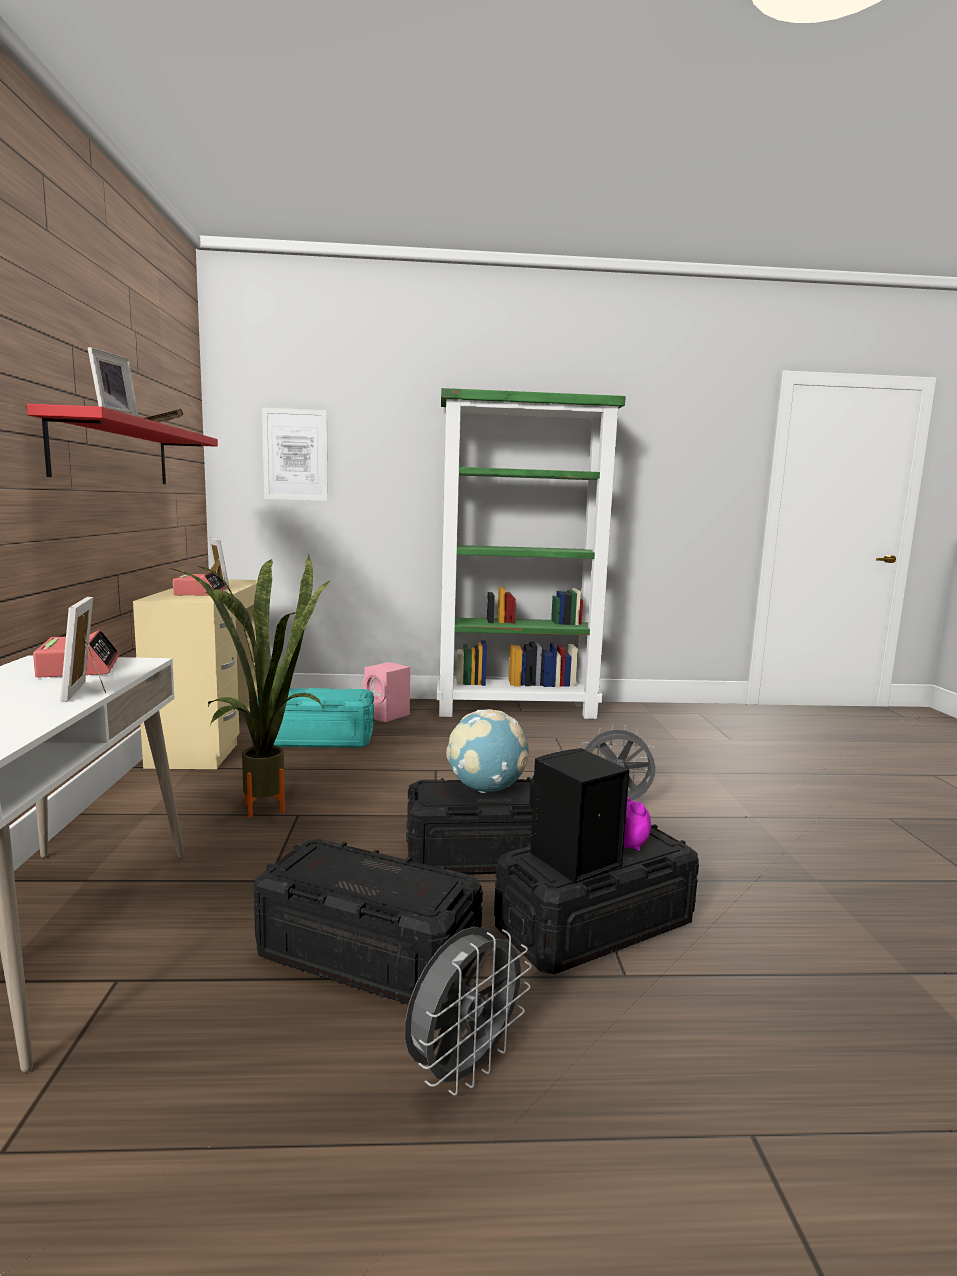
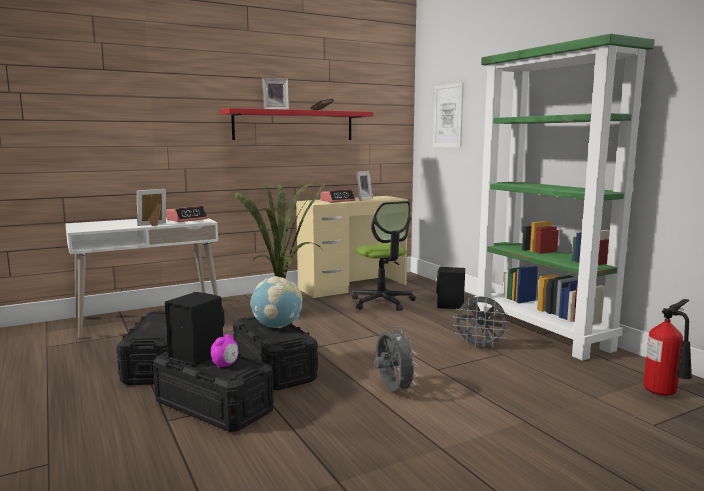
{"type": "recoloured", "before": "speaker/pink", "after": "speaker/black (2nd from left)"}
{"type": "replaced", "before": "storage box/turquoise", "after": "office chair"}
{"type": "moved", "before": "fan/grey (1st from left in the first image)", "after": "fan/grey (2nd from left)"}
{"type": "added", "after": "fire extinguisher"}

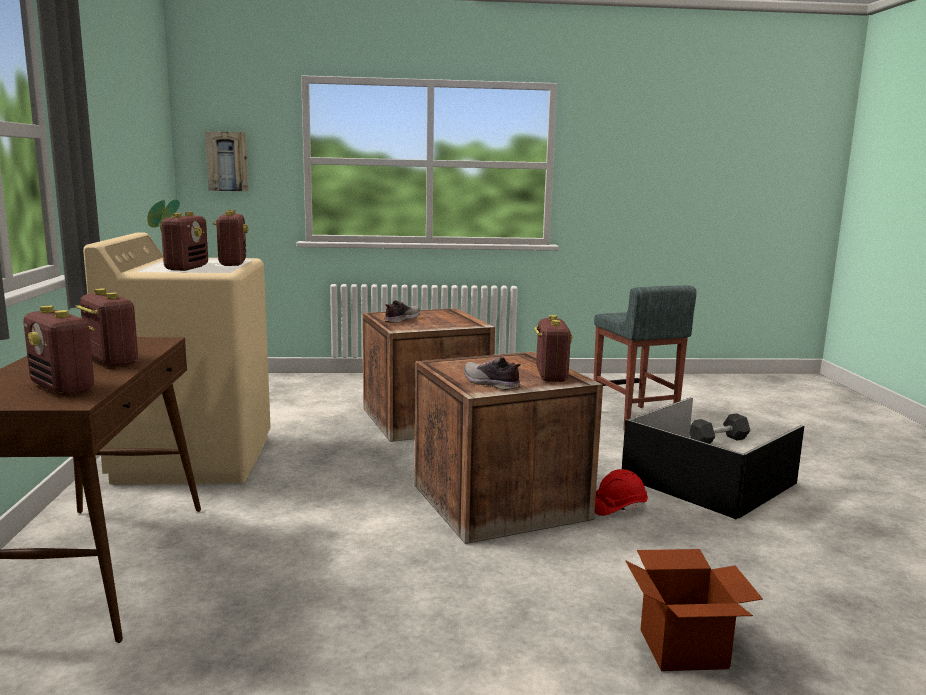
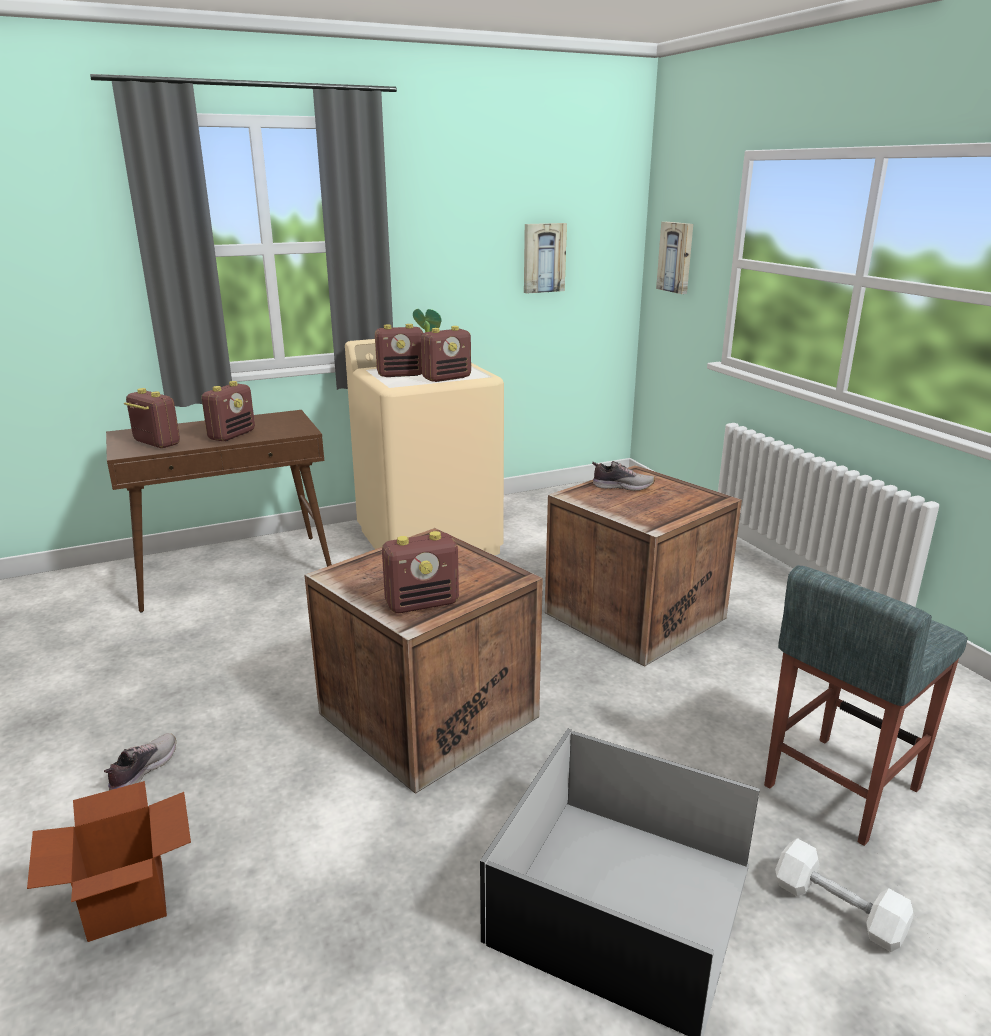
{"type": "turned", "before": "radio (1st from left)", "turn": 105}
{"type": "moved", "before": "shoe (2nd from left in the first image)", "after": "shoe (1st from left)"}
{"type": "recoloured", "before": "dumbbell/black", "after": "dumbbell/white"}
{"type": "removed", "before": "hard hat/red"}
{"type": "added", "after": "picture (1st from left)"}

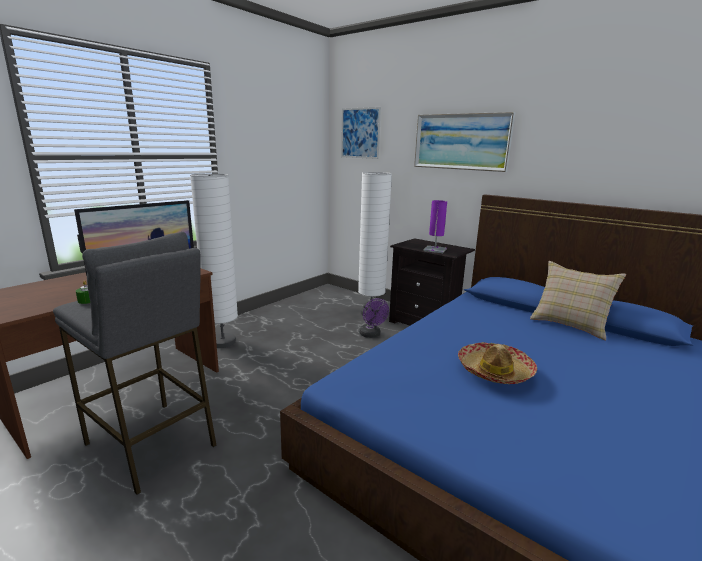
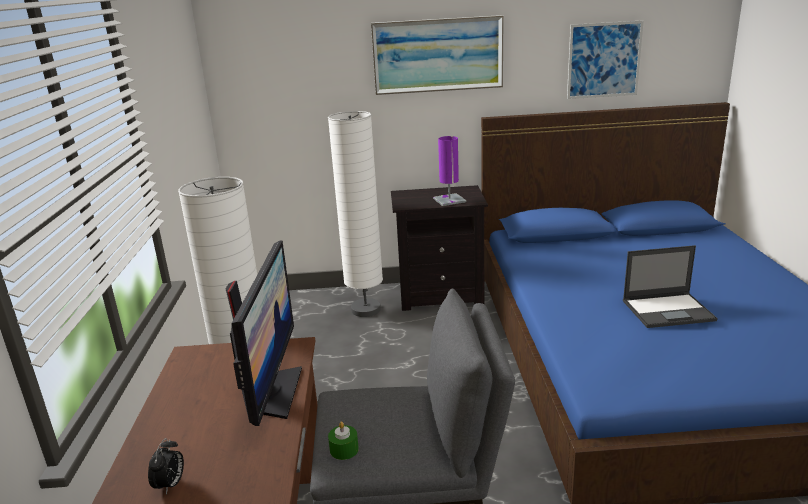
{"type": "moved", "before": "picture (1st from left in the first image)", "after": "picture (2nd from left)"}
{"type": "removed", "before": "pillow/beige"}
{"type": "removed", "before": "fan/purple"}
{"type": "replaced", "before": "hat", "after": "laptop"}
{"type": "added", "after": "alarm clock"}

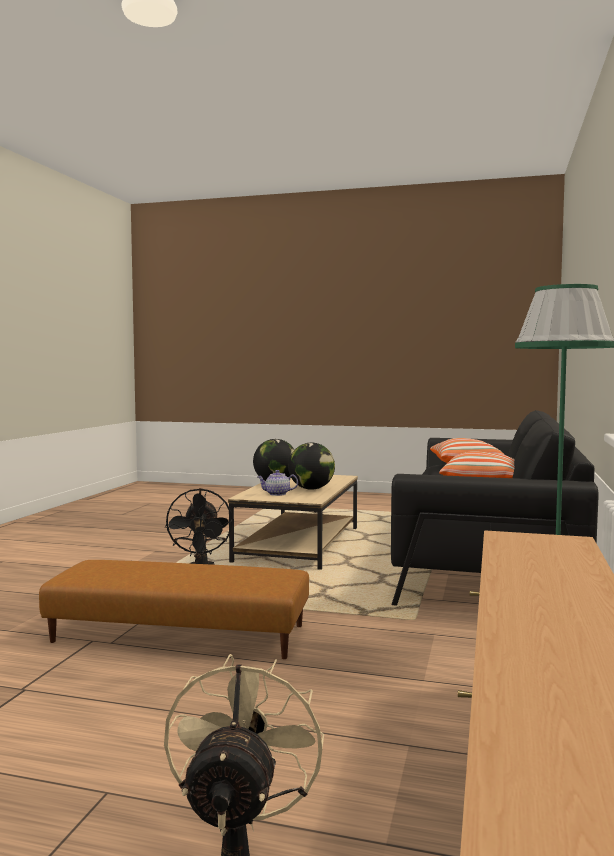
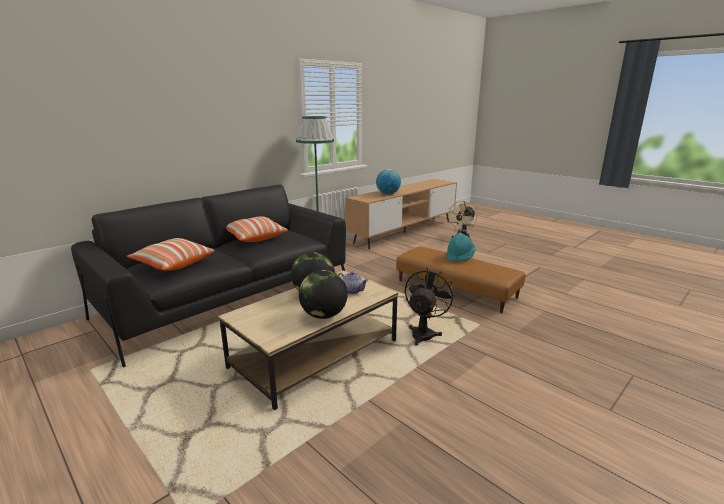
{"type": "added", "after": "globe (3rd from left)"}
{"type": "added", "after": "hat/turquoise"}

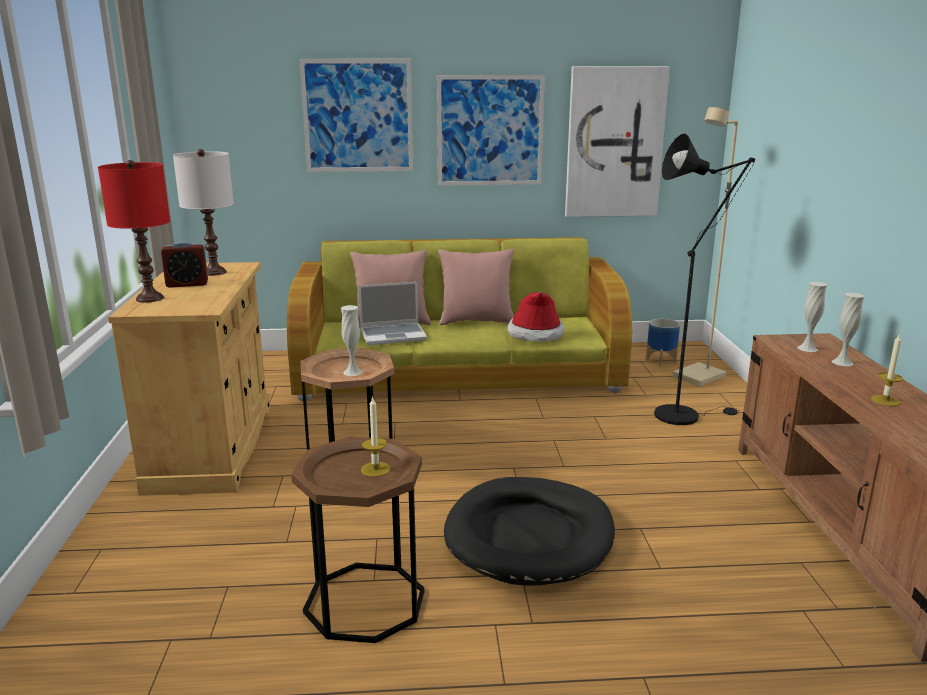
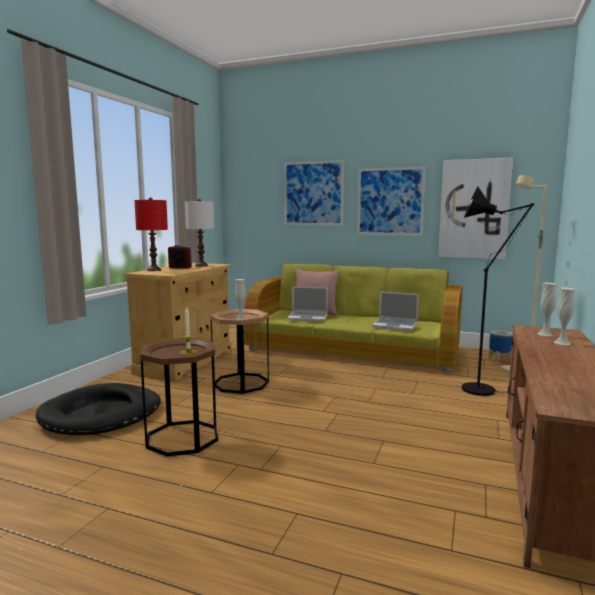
{"type": "removed", "before": "pillow/pink (2nd from left)"}
{"type": "replaced", "before": "hat", "after": "laptop (2nd from left)"}
{"type": "removed", "before": "candle (2nd from left)"}
{"type": "moved", "before": "dog bed/black"}

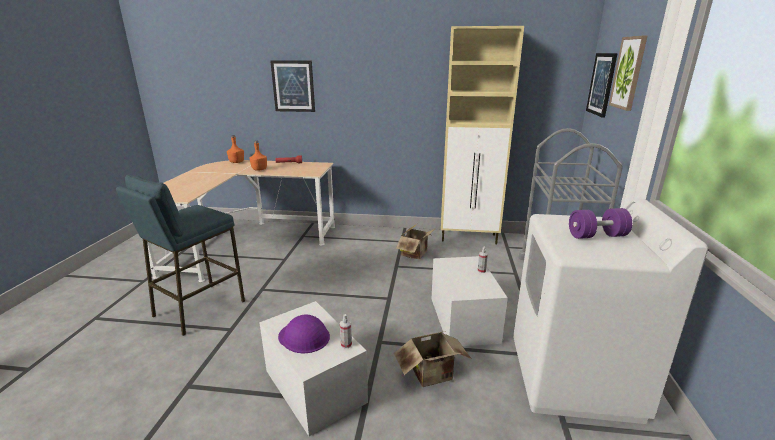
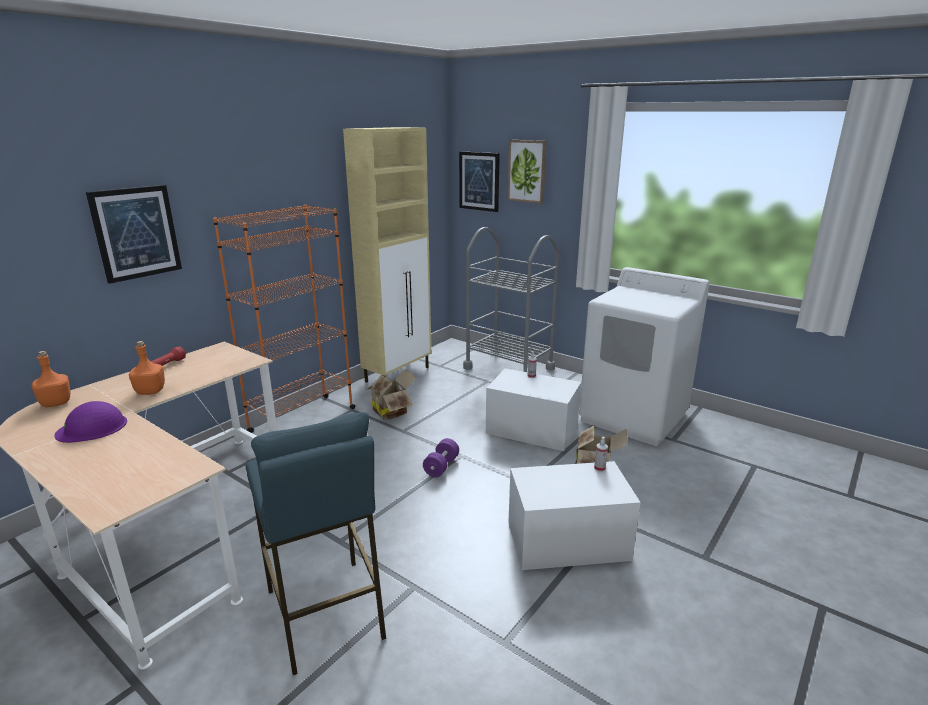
{"type": "moved", "before": "dumbbell/purple"}
{"type": "moved", "before": "hard hat/purple"}
{"type": "added", "after": "bookcase/orange"}

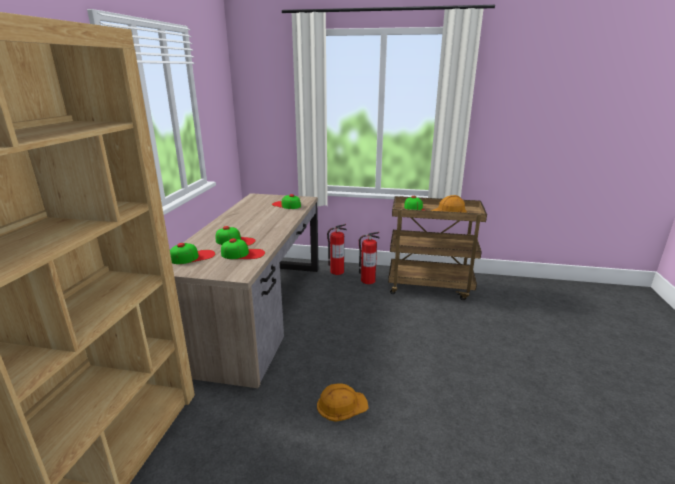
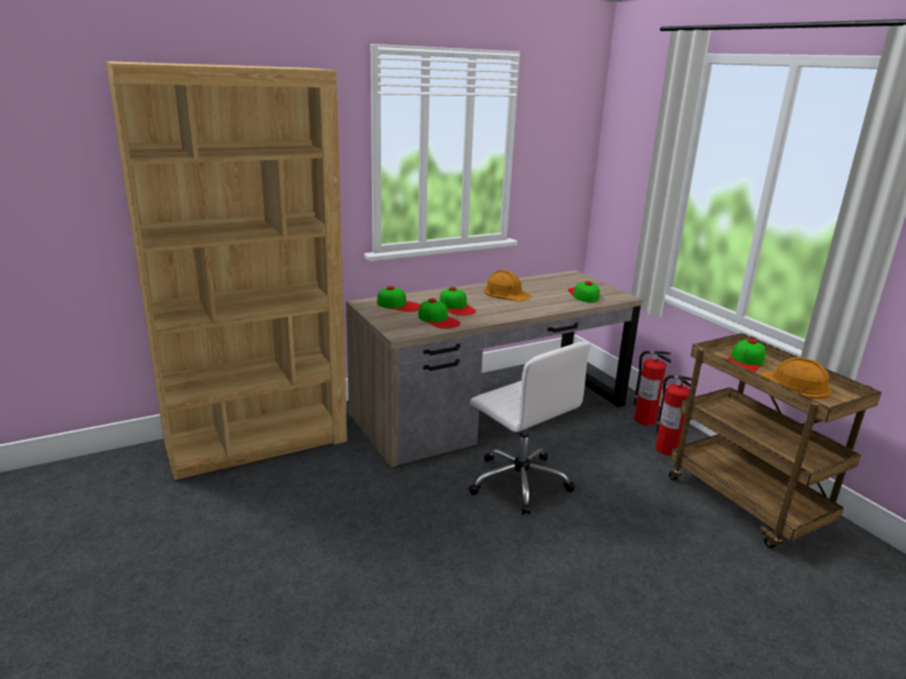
{"type": "moved", "before": "hard hat/orange (1st from left)"}
{"type": "added", "after": "office chair/white"}

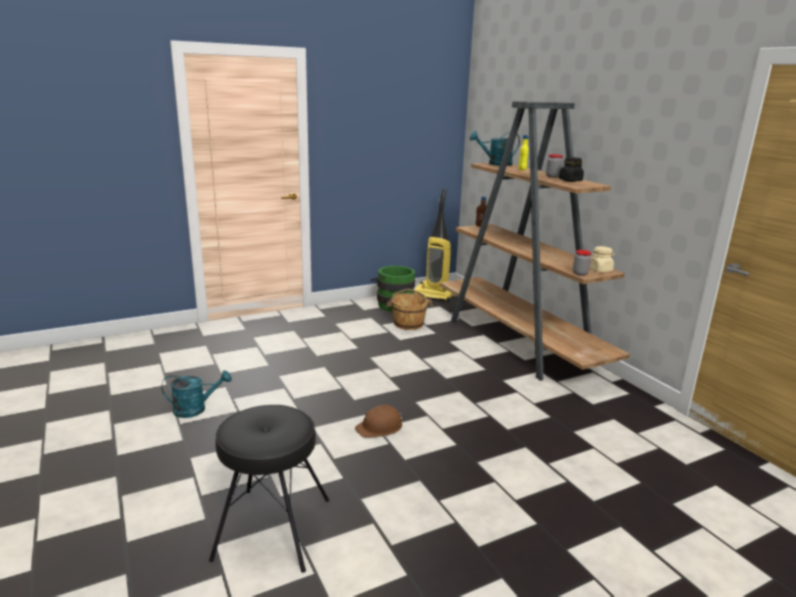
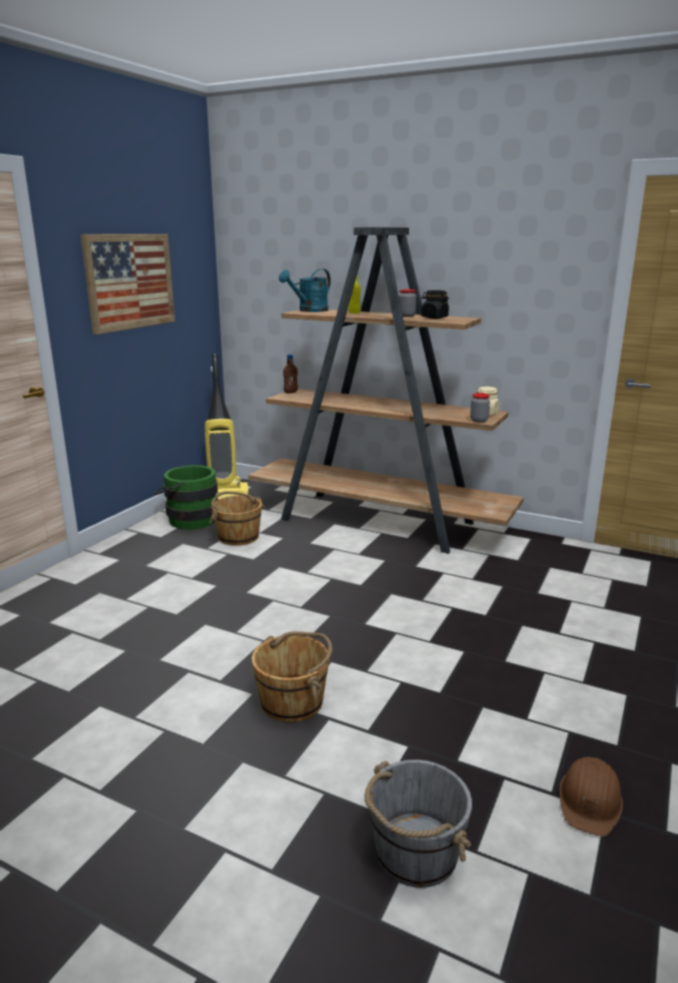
{"type": "removed", "before": "watering can/turquoise (1st from left)"}
{"type": "replaced", "before": "stool/black", "after": "bucket/grey"}
{"type": "moved", "before": "hard hat/brown"}
{"type": "added", "after": "picture"}
{"type": "added", "after": "bucket/brown (2nd from left)"}

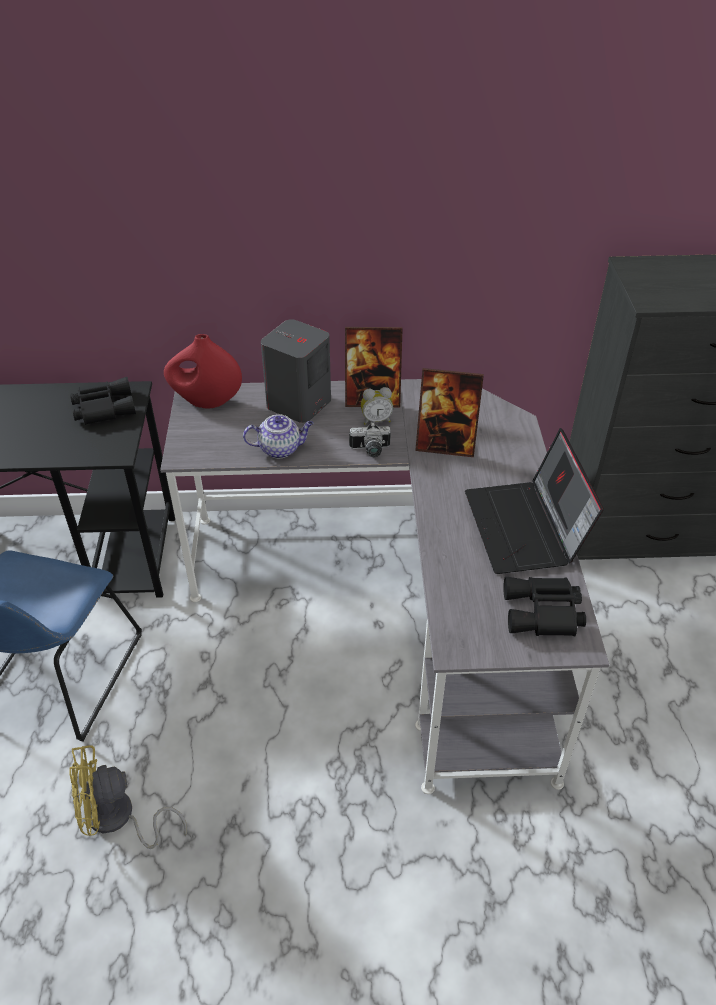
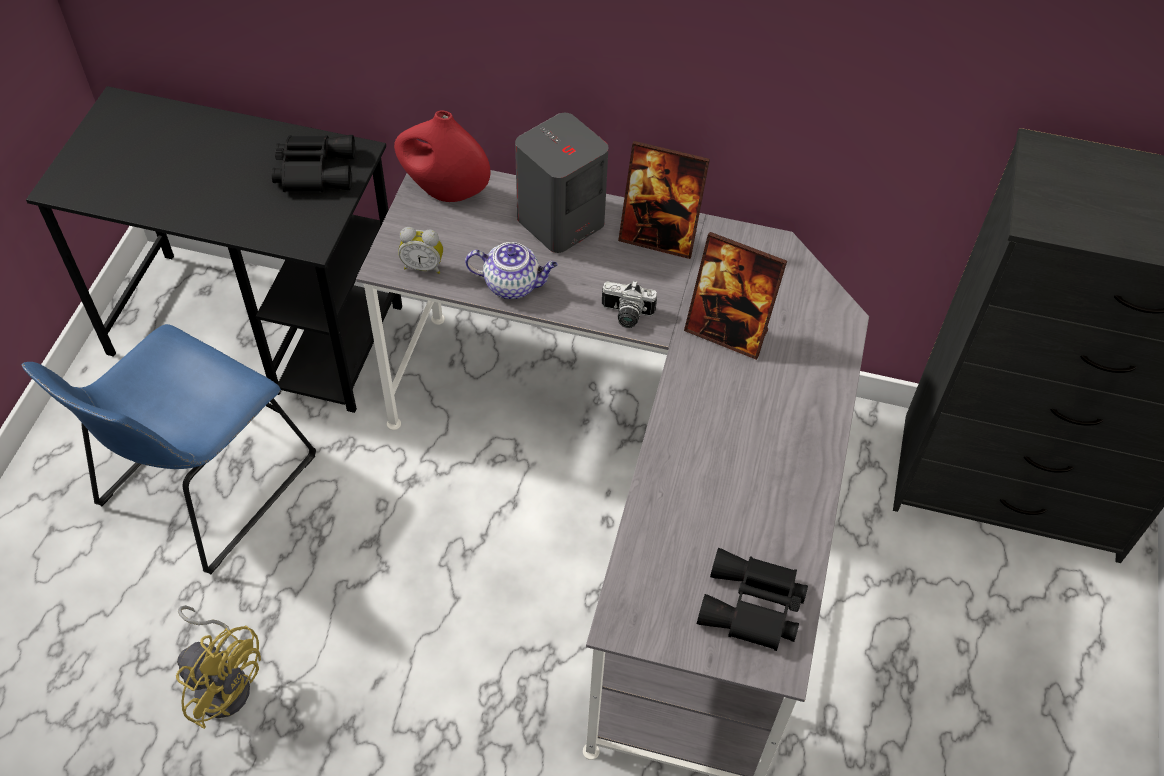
{"type": "moved", "before": "alarm clock"}
{"type": "removed", "before": "laptop"}
{"type": "turned", "before": "fan/yellow", "turn": -150}

